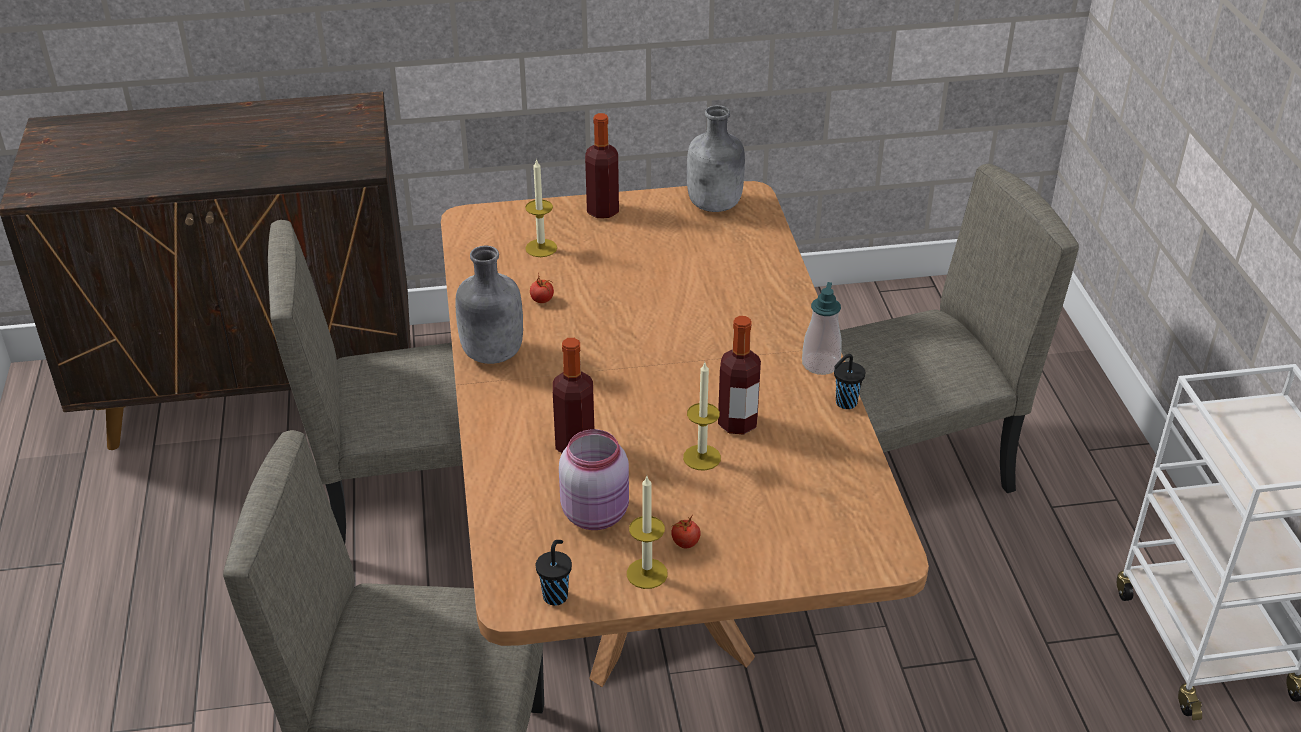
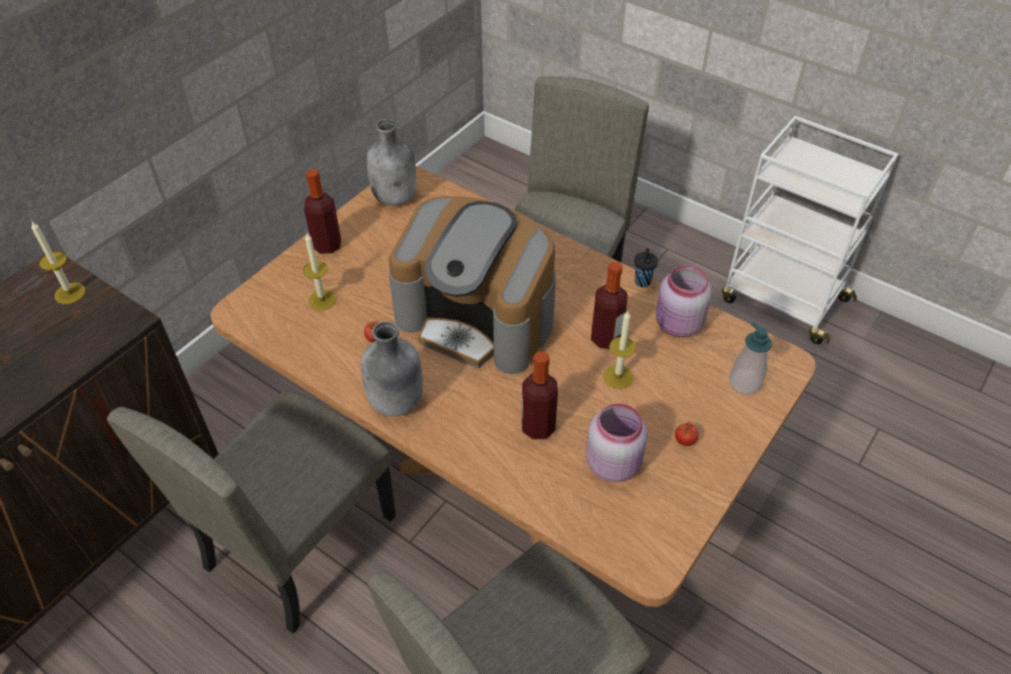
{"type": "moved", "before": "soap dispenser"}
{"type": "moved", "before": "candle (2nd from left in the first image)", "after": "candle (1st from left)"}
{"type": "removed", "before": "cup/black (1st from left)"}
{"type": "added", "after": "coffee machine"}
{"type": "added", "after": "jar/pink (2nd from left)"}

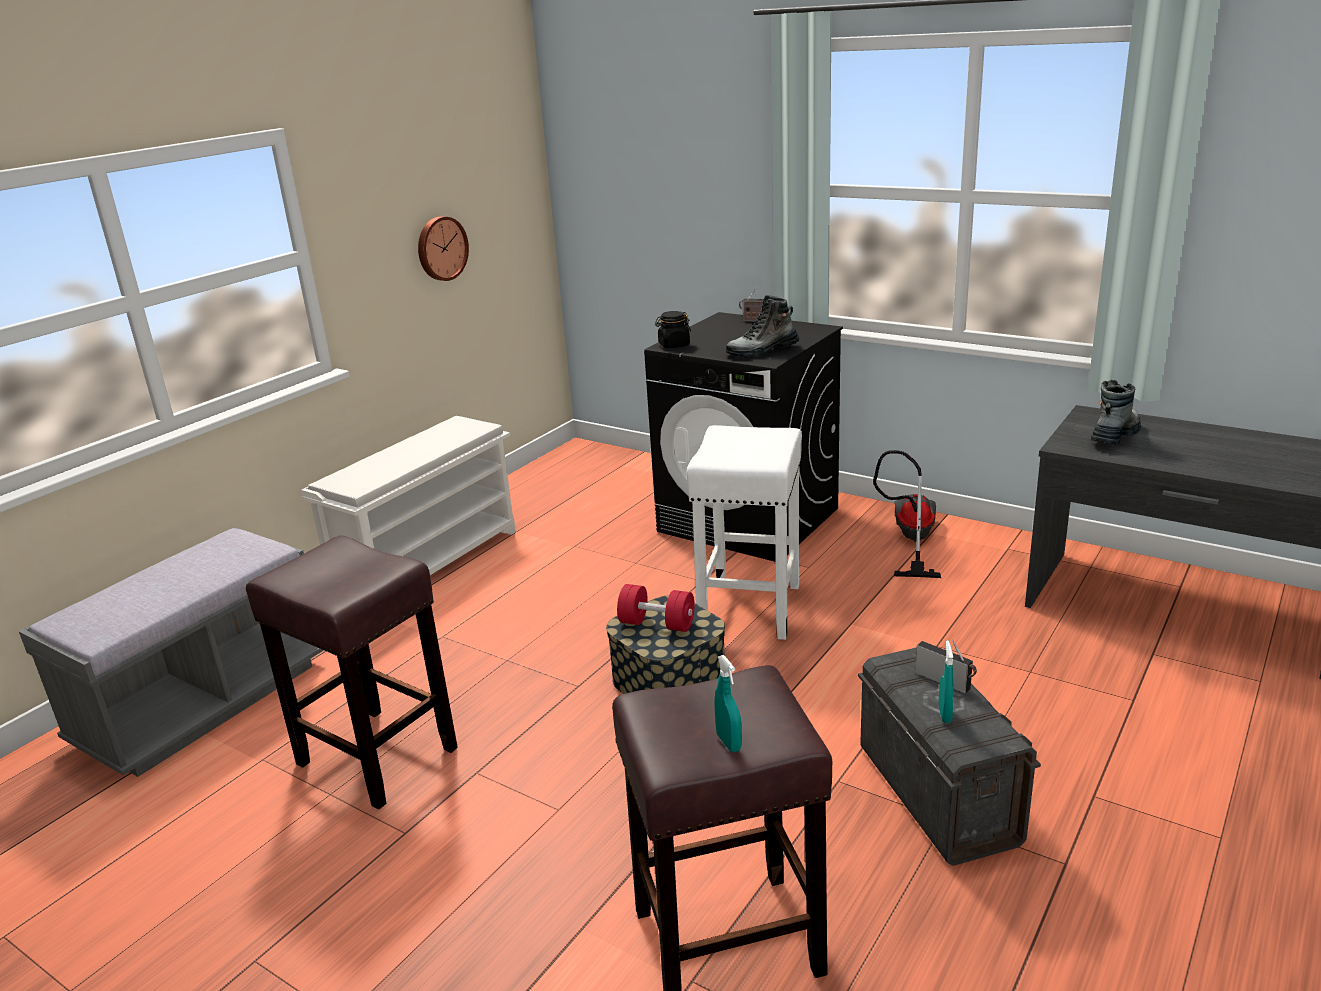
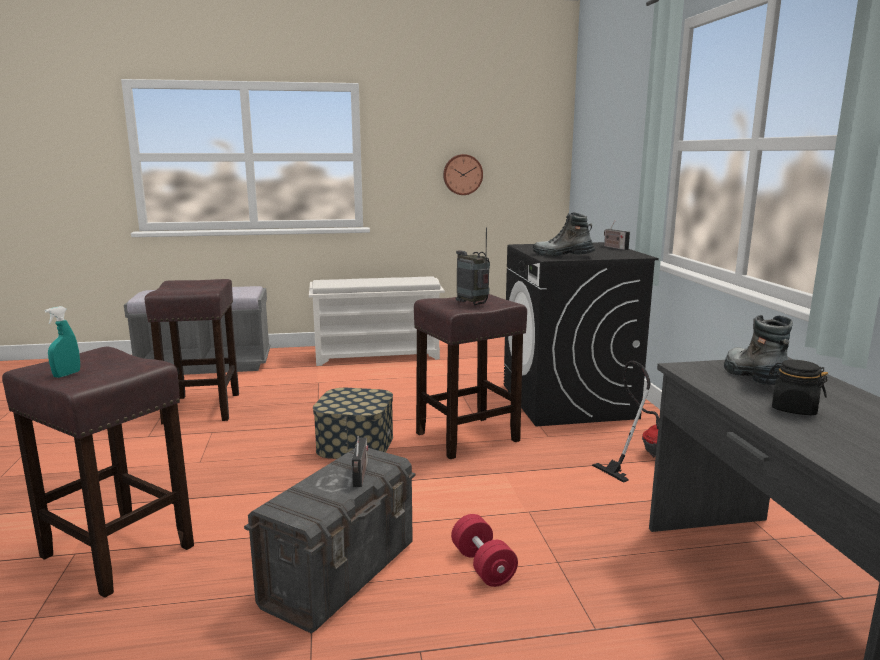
{"type": "moved", "before": "jar/black"}
{"type": "turned", "before": "boot (2nd from left)", "turn": -90}
{"type": "recoloured", "before": "stool/white", "after": "stool/brown (3rd from left)"}
{"type": "moved", "before": "dumbbell/red"}
{"type": "removed", "before": "spray bottle/turquoise (2nd from left)"}
{"type": "added", "after": "radio (2nd from left)"}

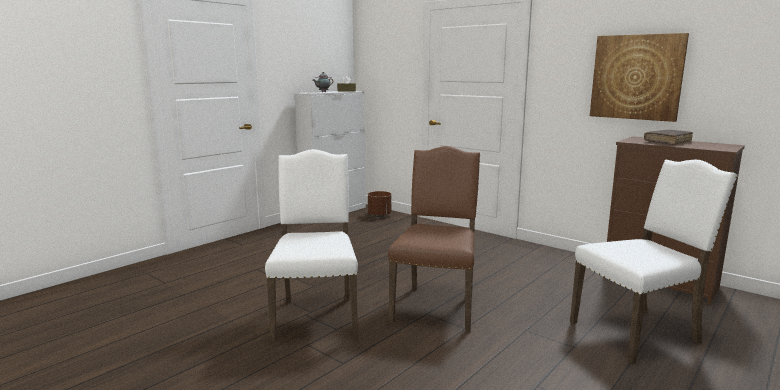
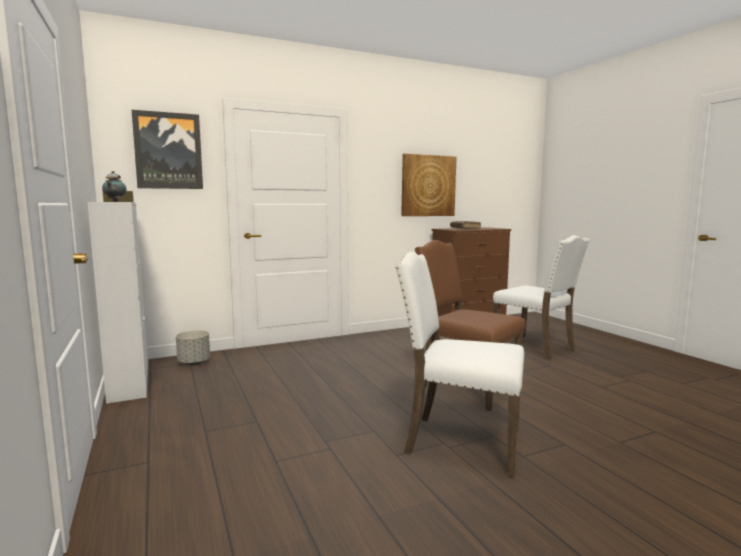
{"type": "turned", "before": "chair/white (2nd from left)", "turn": 135}
{"type": "recoloured", "before": "planter/brown", "after": "planter/grey"}
{"type": "added", "after": "picture (1st from left)"}

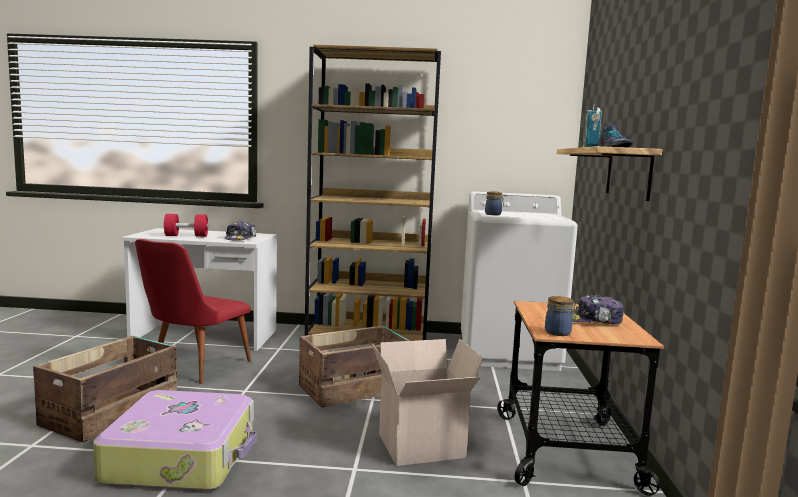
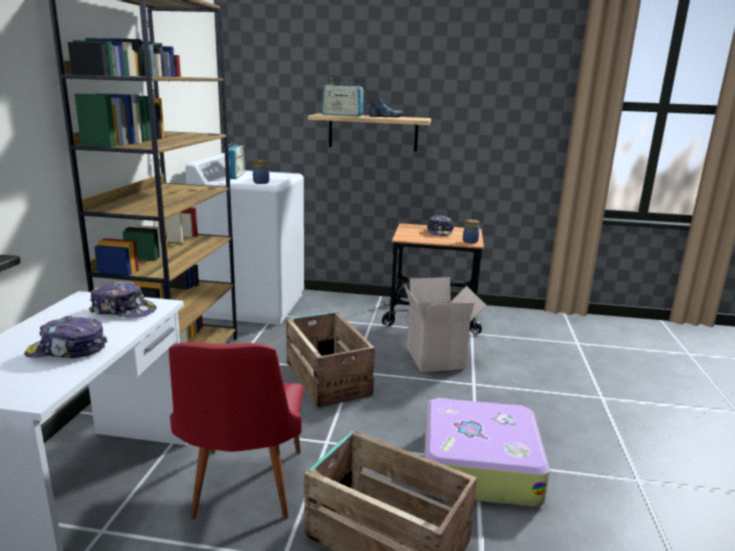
{"type": "replaced", "before": "dumbbell/red", "after": "cap (1st from left)"}
{"type": "turned", "before": "chair/red", "turn": 60}
{"type": "added", "after": "radio (1st from left)"}

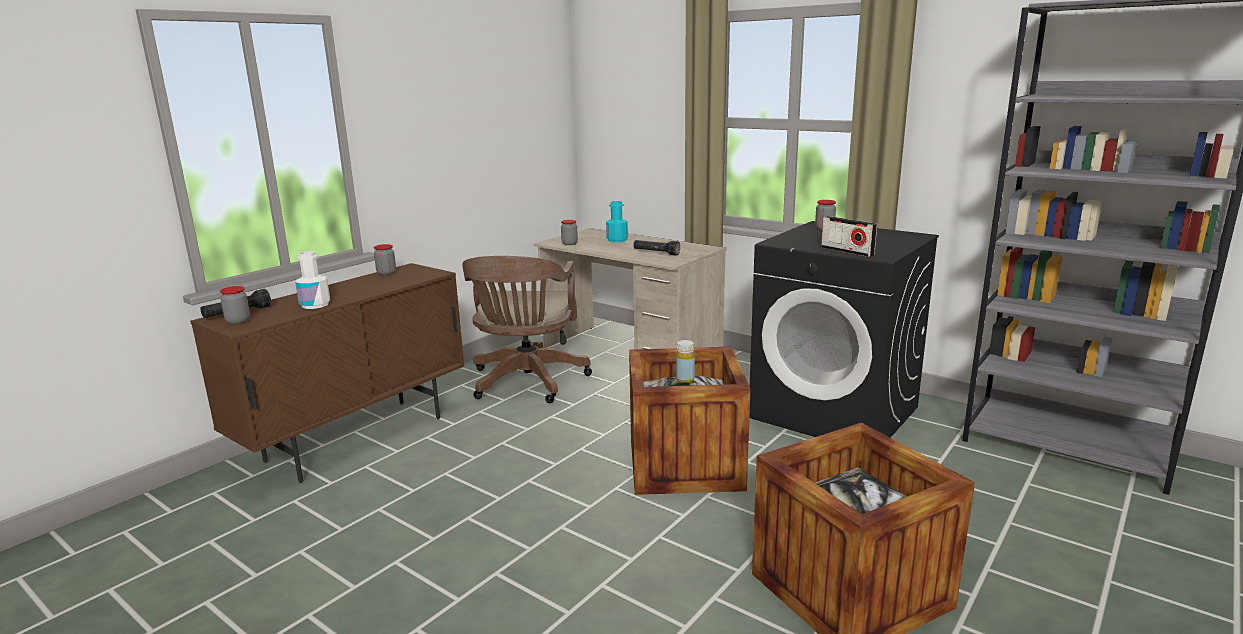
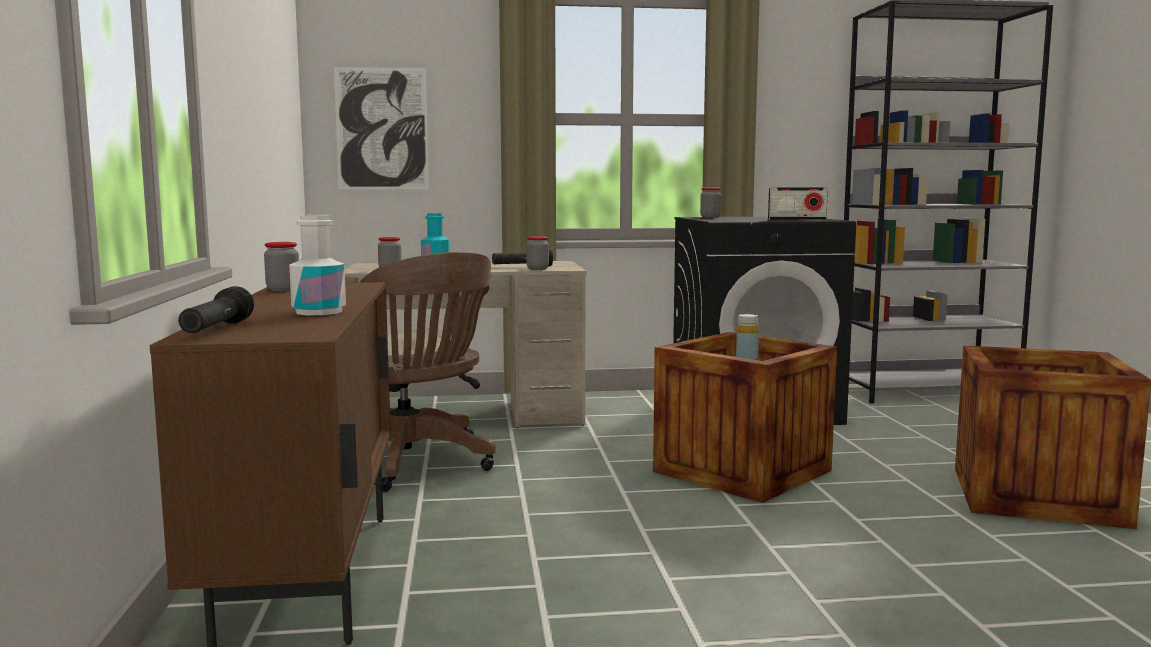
{"type": "moved", "before": "jar (1st from left in the first image)", "after": "jar (3rd from left)"}
{"type": "added", "after": "picture"}

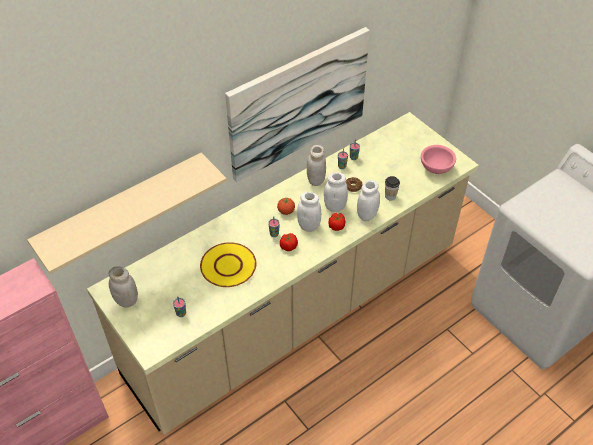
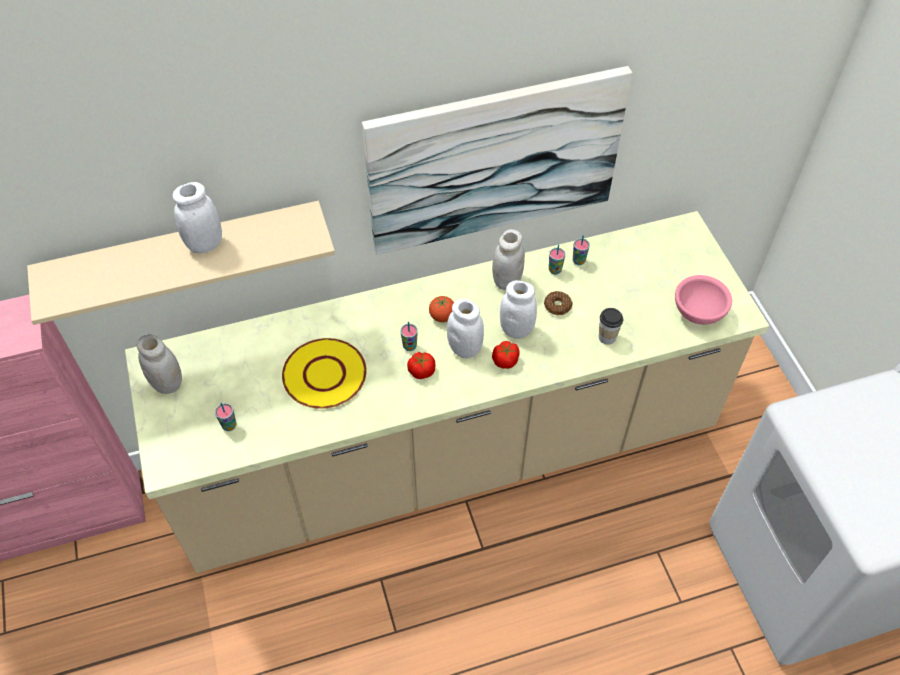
{"type": "moved", "before": "jar/white (5th from left in the first image)", "after": "jar/white (2nd from left)"}

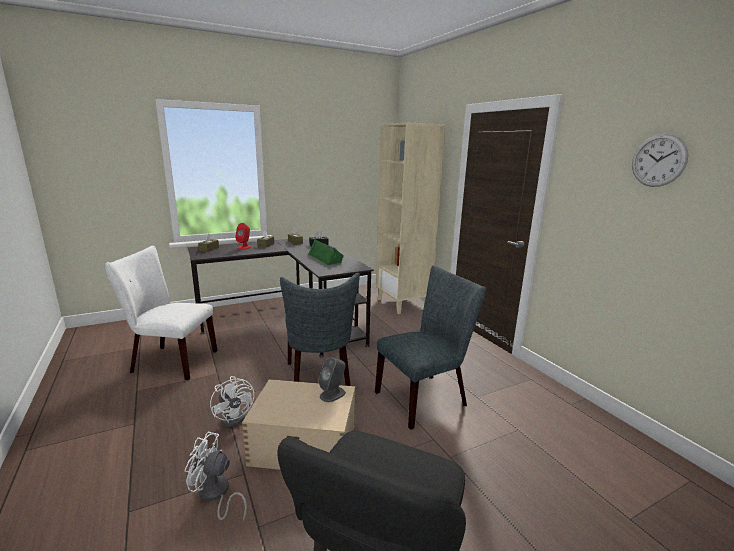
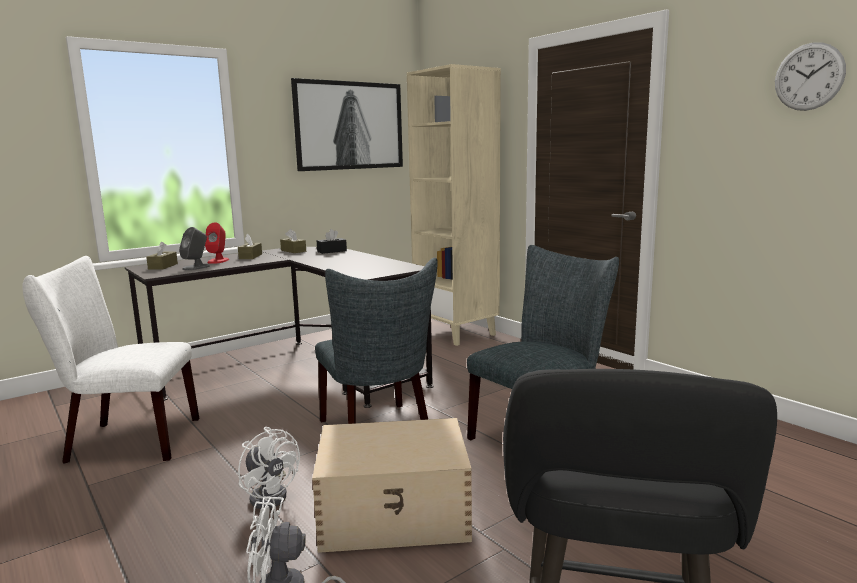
{"type": "removed", "before": "speaker/green"}
{"type": "moved", "before": "speaker/grey"}
{"type": "added", "after": "picture"}

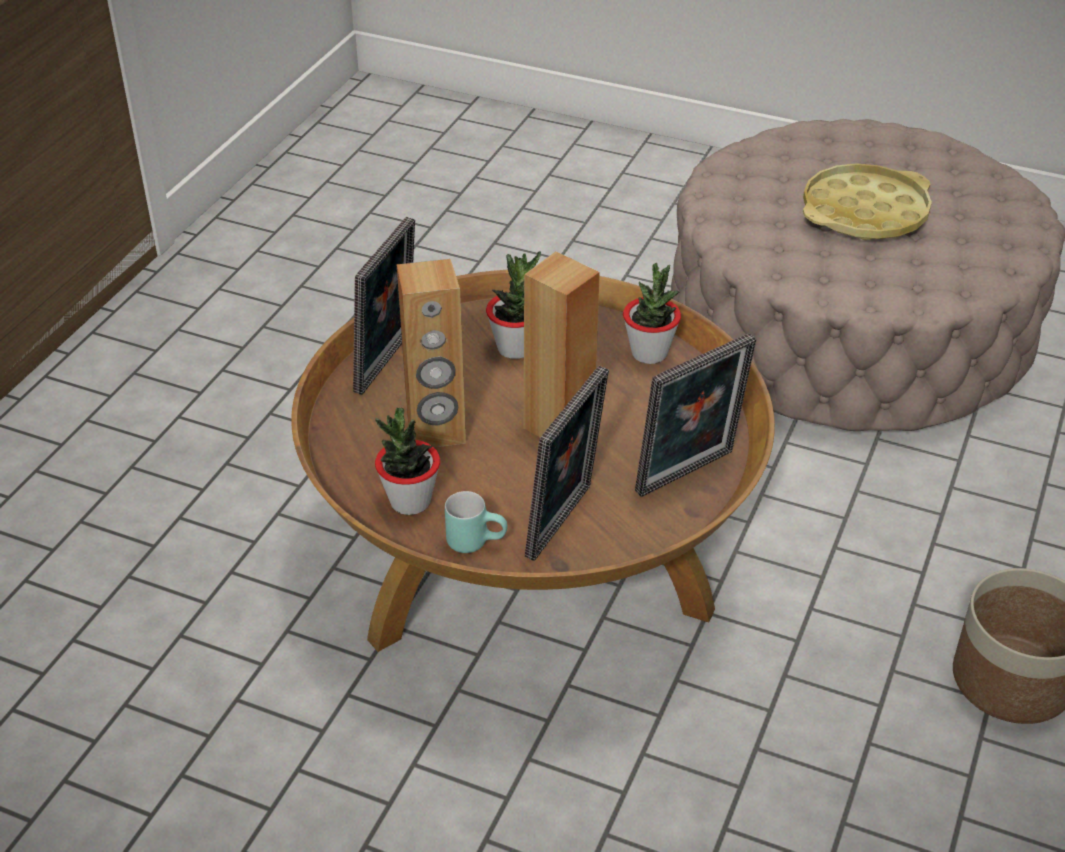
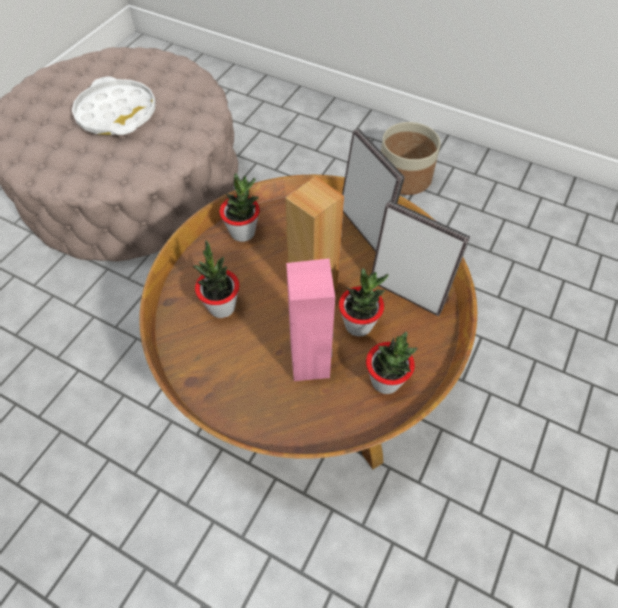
{"type": "recoloured", "before": "tray/yellow", "after": "tray/white"}
{"type": "removed", "before": "picture frame (1st from left)"}
{"type": "recoloured", "before": "speaker/brown (1st from left)", "after": "speaker/pink"}
{"type": "removed", "before": "mug/turquoise"}
{"type": "added", "after": "potted plant (3rd from left)"}

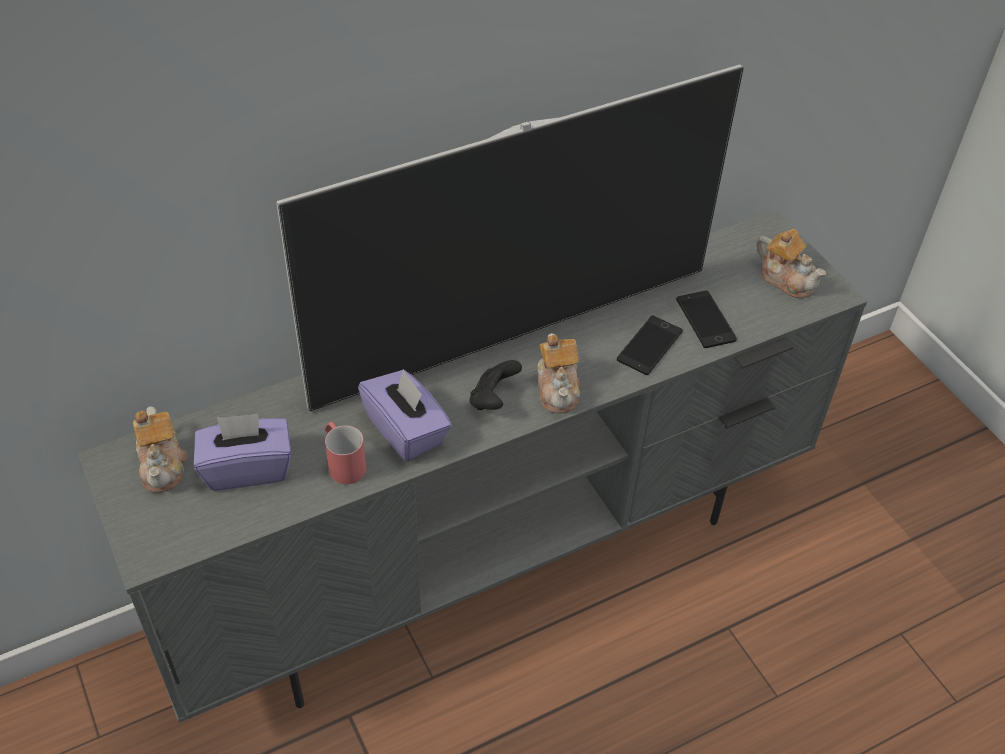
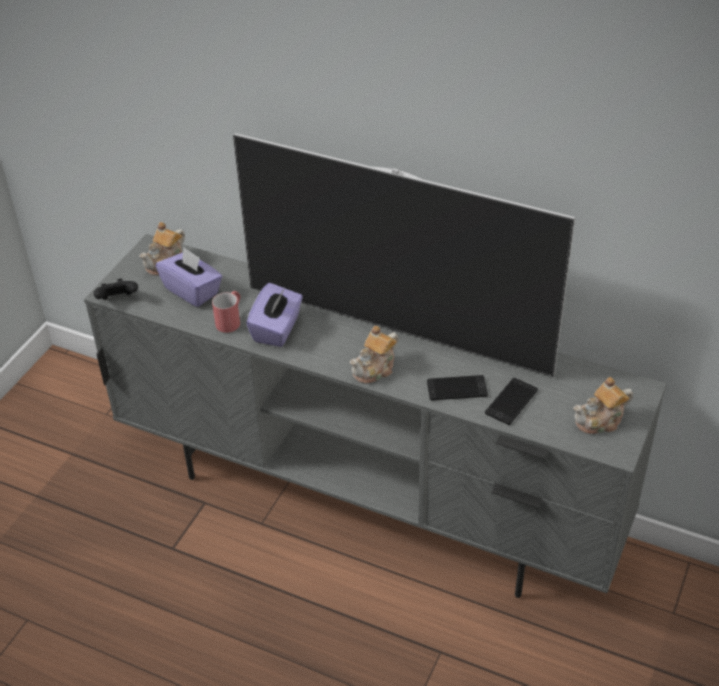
{"type": "turned", "before": "teapot (3rd from left)", "turn": 60}
{"type": "moved", "before": "game controller/black"}

